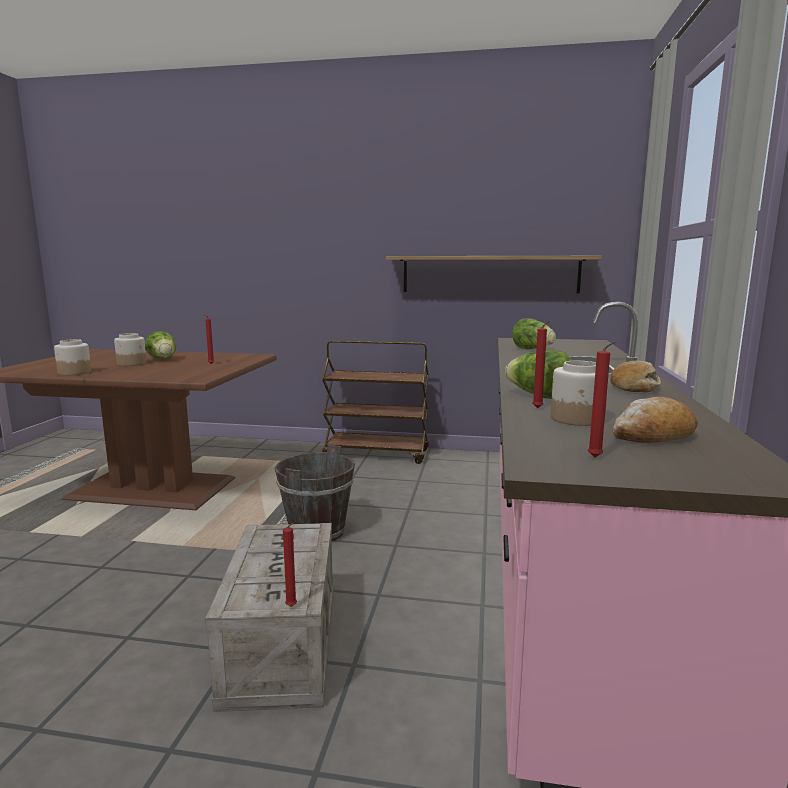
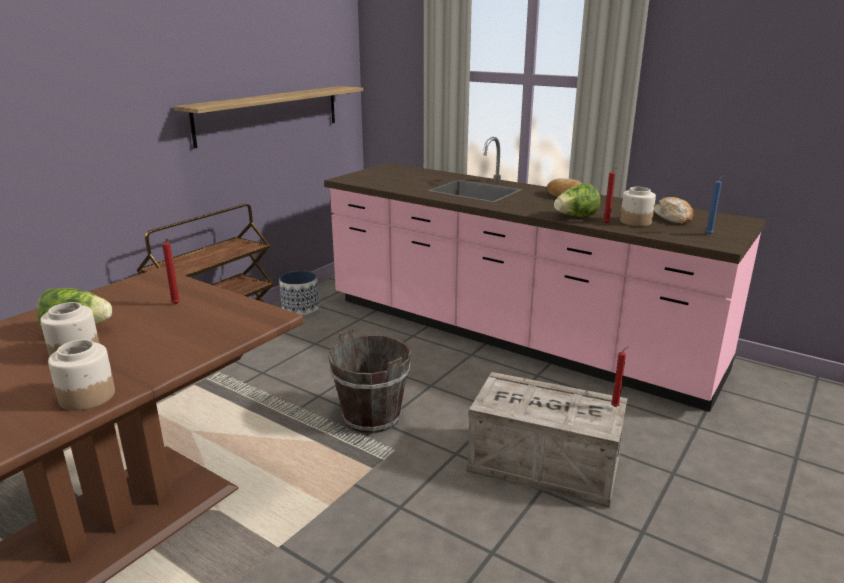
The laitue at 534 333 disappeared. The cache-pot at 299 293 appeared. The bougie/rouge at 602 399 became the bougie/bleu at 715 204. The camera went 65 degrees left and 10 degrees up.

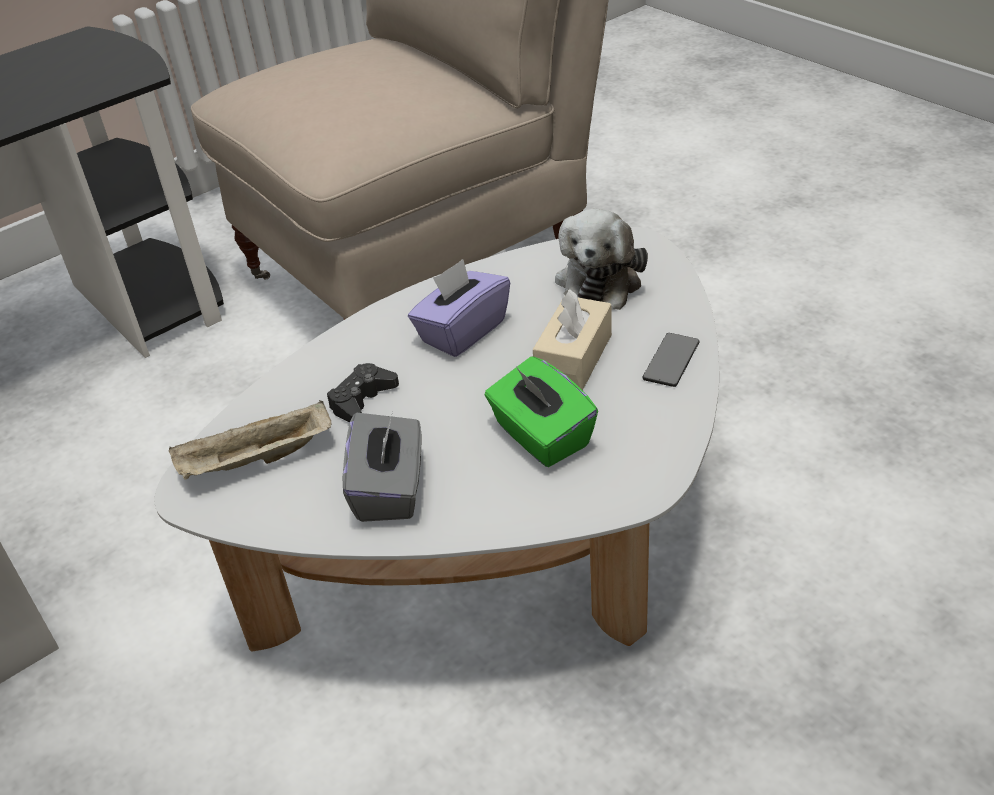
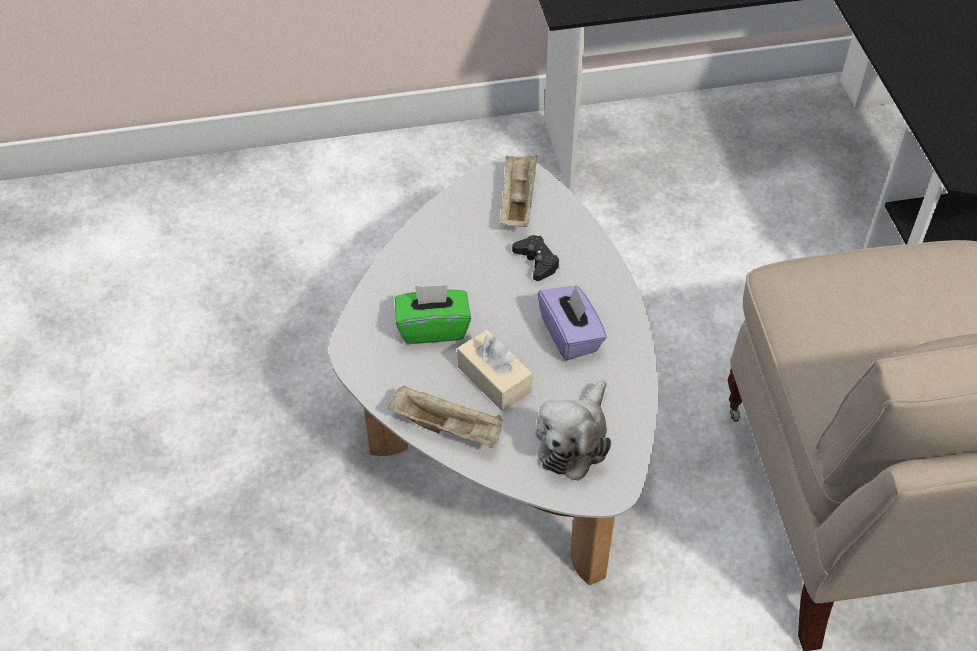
The boîte à mouchoirs/gris at 382 467 disappeared. The téléphone at 671 360 was replaced by the plateau/beige at 445 416. The peluche at 601 259 turned 105 degrees counterclockwise. The camera went 115 degrees right and 10 degrees up.

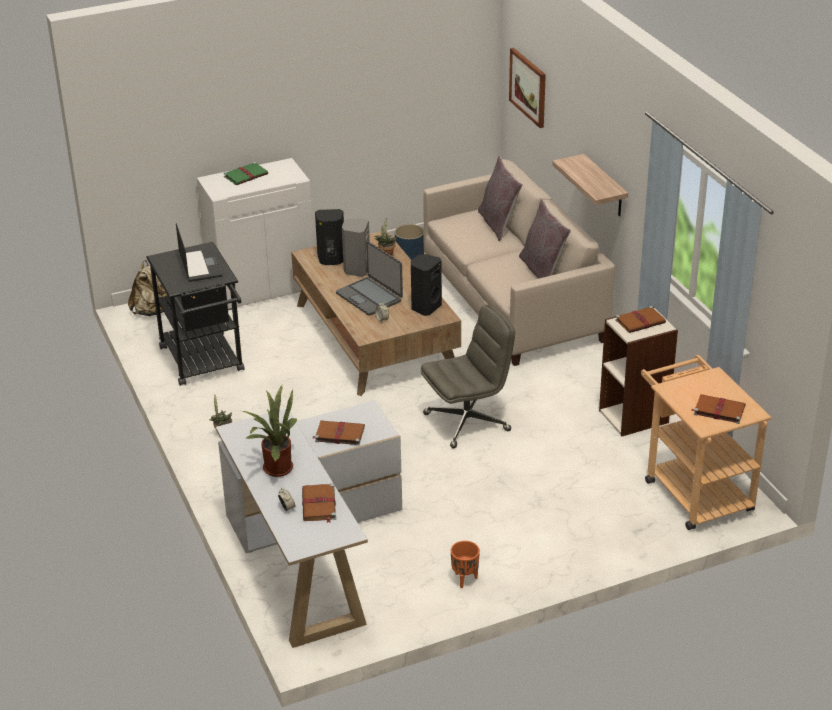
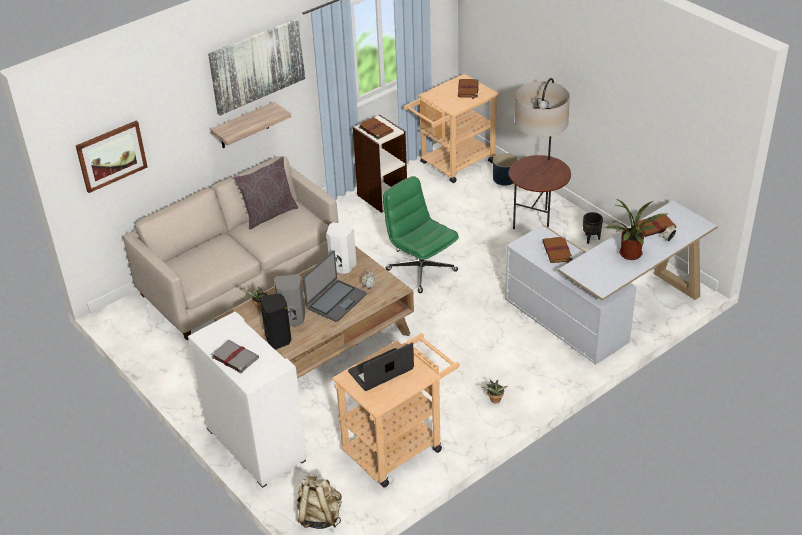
The coussin/gris at 500 198 disappeared. The tableau at 256 67 appeared. The lampadaire at 540 153 appeared. The cache-pot/bleu moved from 409 242 to 505 169. The chariot/noir at 195 314 became the chariot/beige at 396 410. The livre/vert at 246 173 became the livre/gris at 235 357. The enceinte/noir at 426 285 became the enceinte/blanc at 341 248. The chaise de bureau/gris at 468 376 became the chaise de bureau/vert at 421 234. The cache-pot/orange at 465 564 became the cache-pot/noir at 593 228. The camera went 105 degrees left and 5 degrees up.

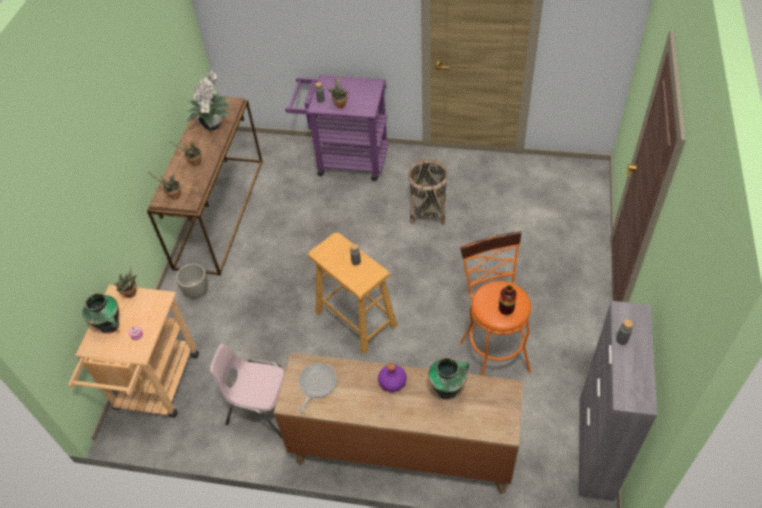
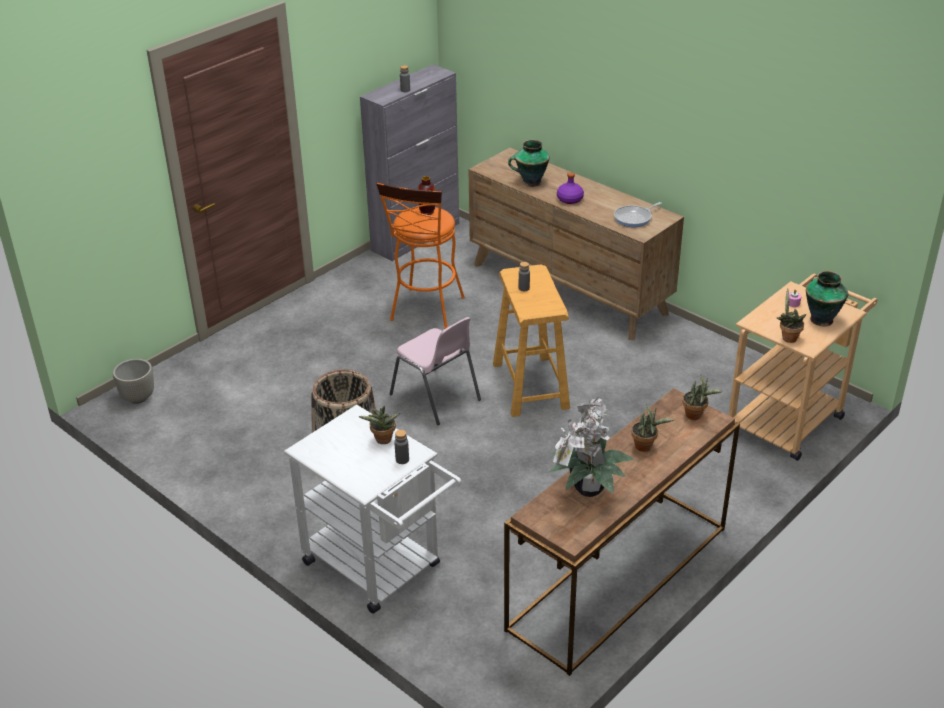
The cache-pot/gris moved from 192 281 to 133 381. The chaise/rose moved from 247 391 to 435 371. The chariot/violet at 337 128 became the chariot/blanc at 373 509. The camera went 150 degrees left and 15 degrees down.

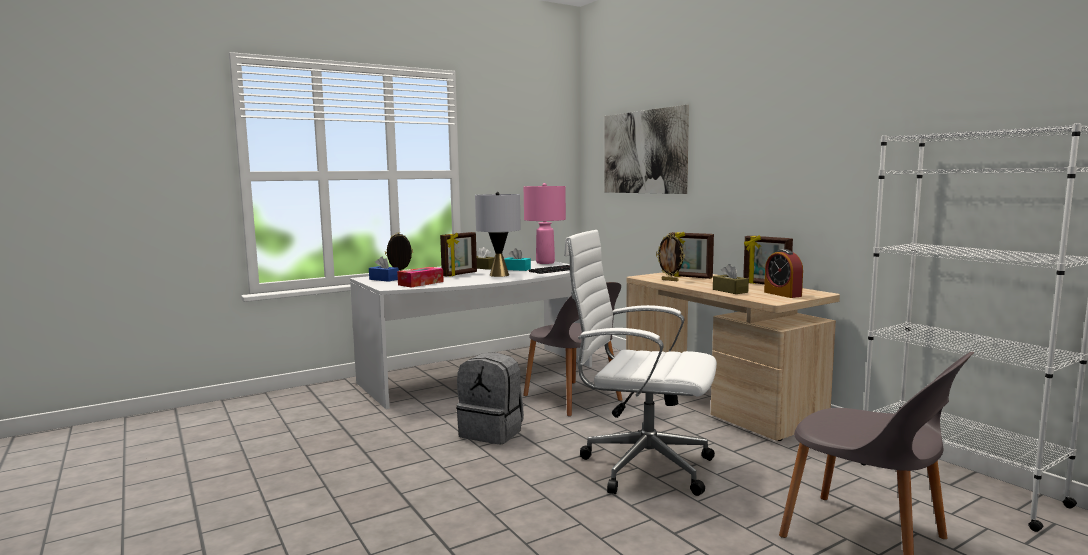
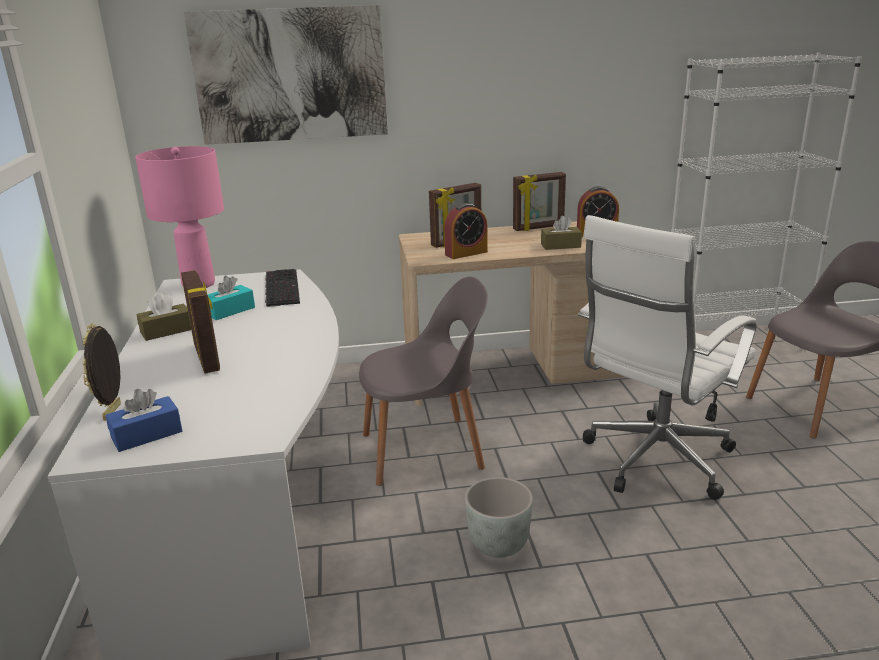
The boîte à mouchoirs at 420 277 disappeared. The lampe de table/gris at 498 234 disappeared. The sac à dos/gris at 490 398 was replaced by the cache-pot/gris at 499 517. The cadre photo at 670 257 was replaced by the réveil at 466 231. The camera went 65 degrees left and 15 degrees up.

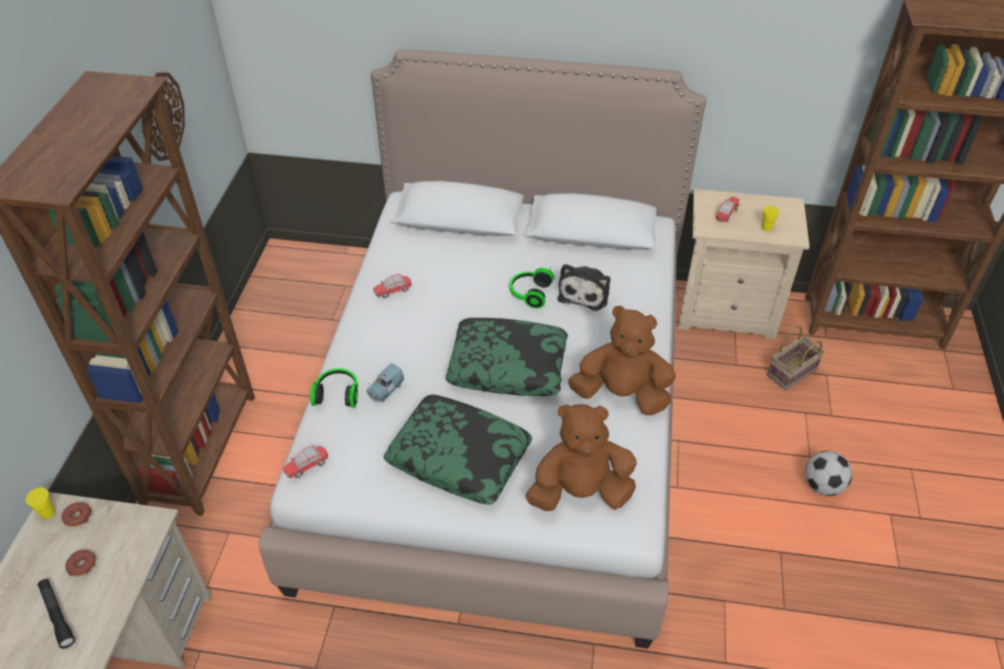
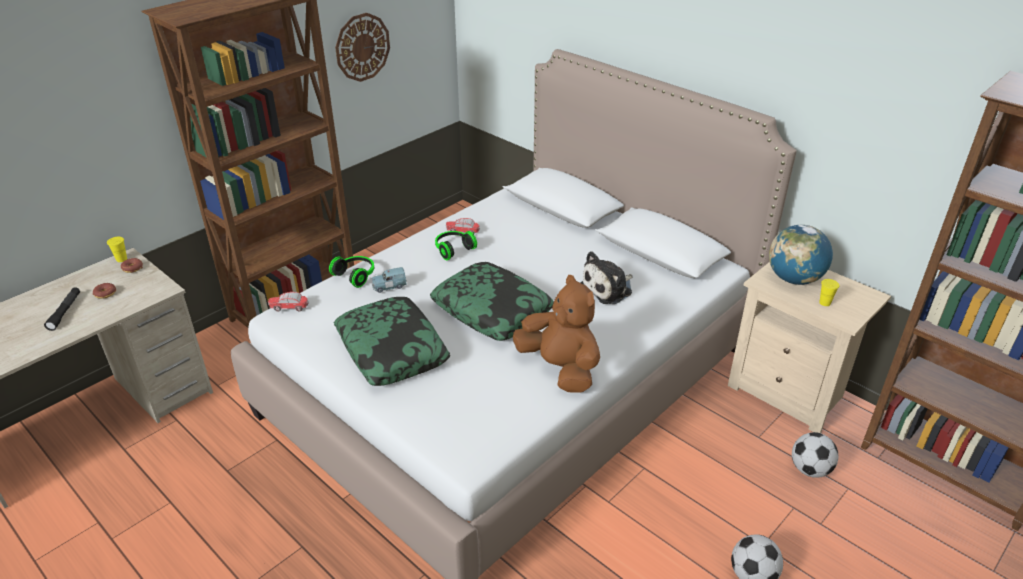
The peluche/marron at 581 457 disappeared. The casque audio moved from 532 287 to 456 245. The petite voiture at 727 209 was replaced by the globe at 801 255. The panier at 795 358 was replaced by the ballon de foot at 815 455. The camera went 35 degrees right and 10 degrees down.

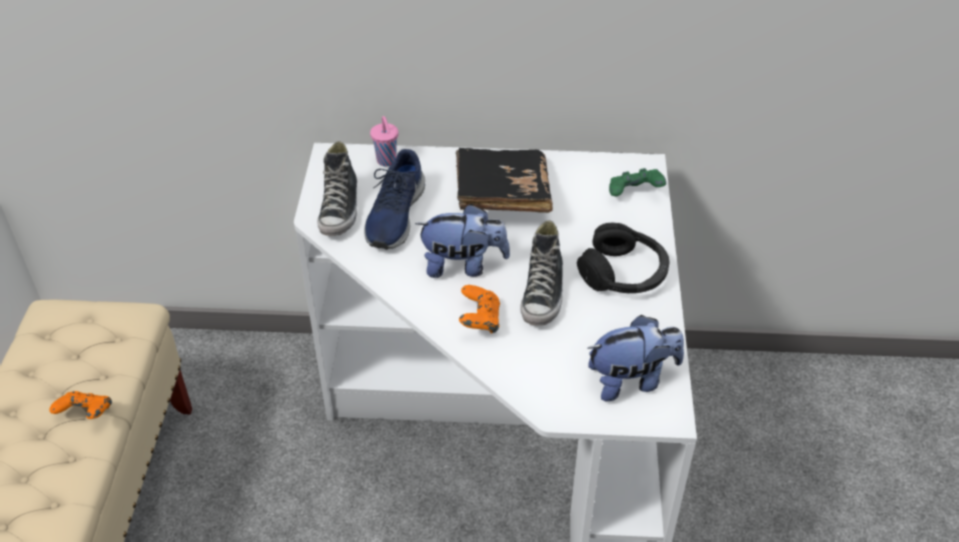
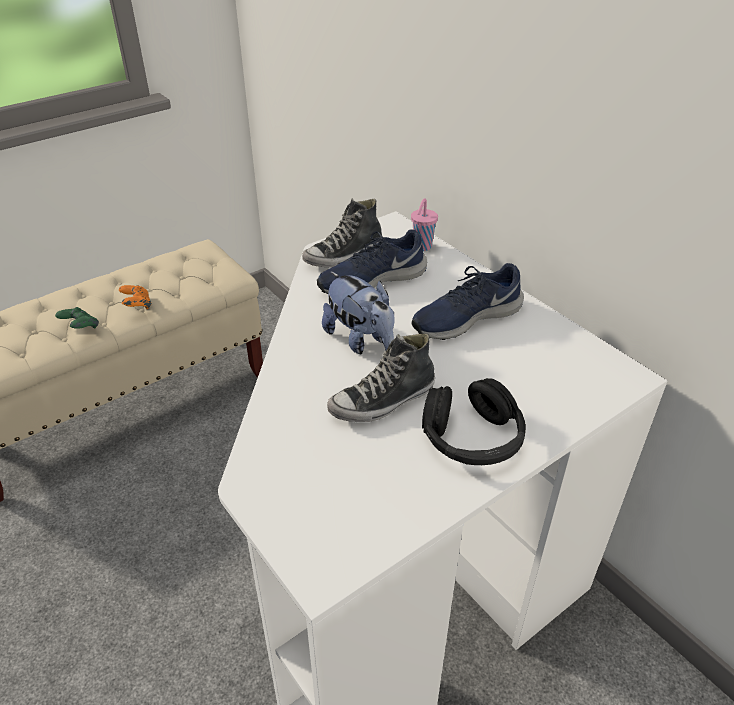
The manette/orange at 479 309 disappeared. The peluche at 635 358 disappeared. The manette/vert moved from 637 182 to 77 318. The livre/noir at 504 180 was replaced by the chaussure/bleu at 468 301. The camera went 50 degrees right and 5 degrees down.

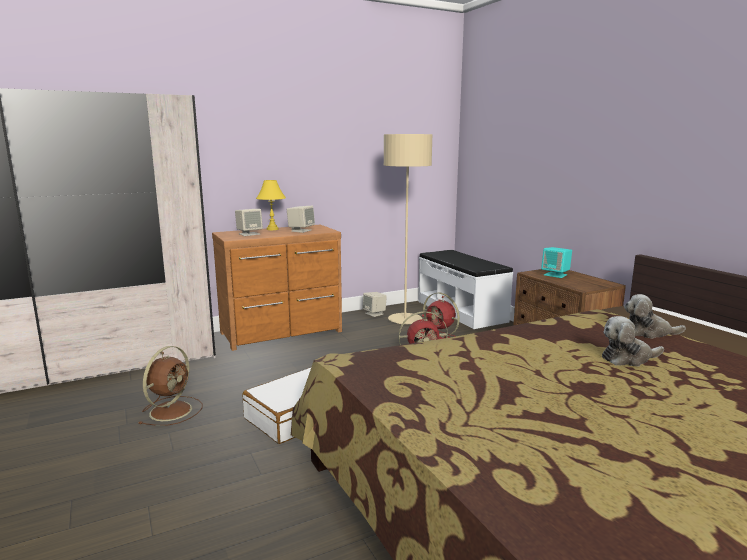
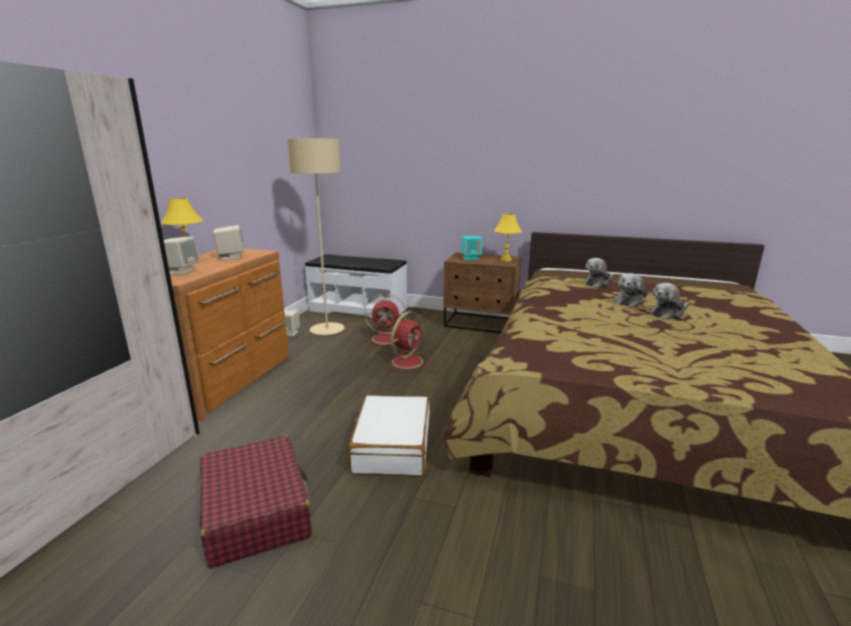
The lampe de table/jaune at 508 237 appeared. The peluche at 670 301 appeared. The ventilateur/marron at 170 386 was replaced by the valise/rouge at 256 501. The camera went 45 degrees left and 5 degrees up.

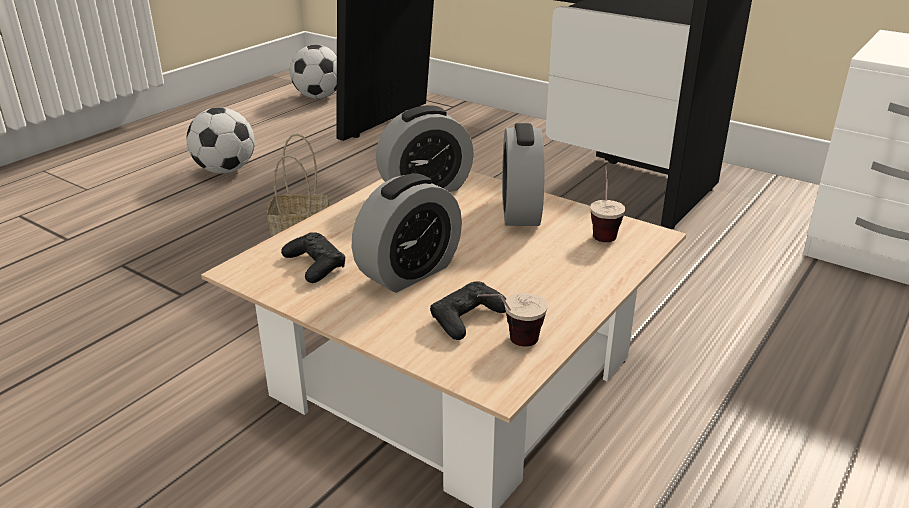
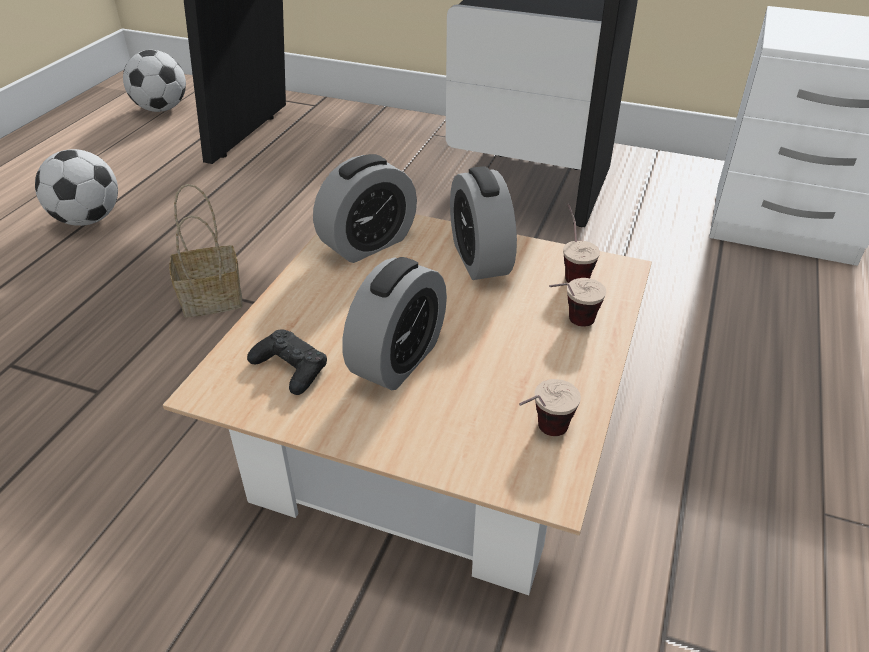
The manette/noir at 468 310 disappeared. The tasse at 577 302 appeared. The camera went 15 degrees left and 10 degrees up.

